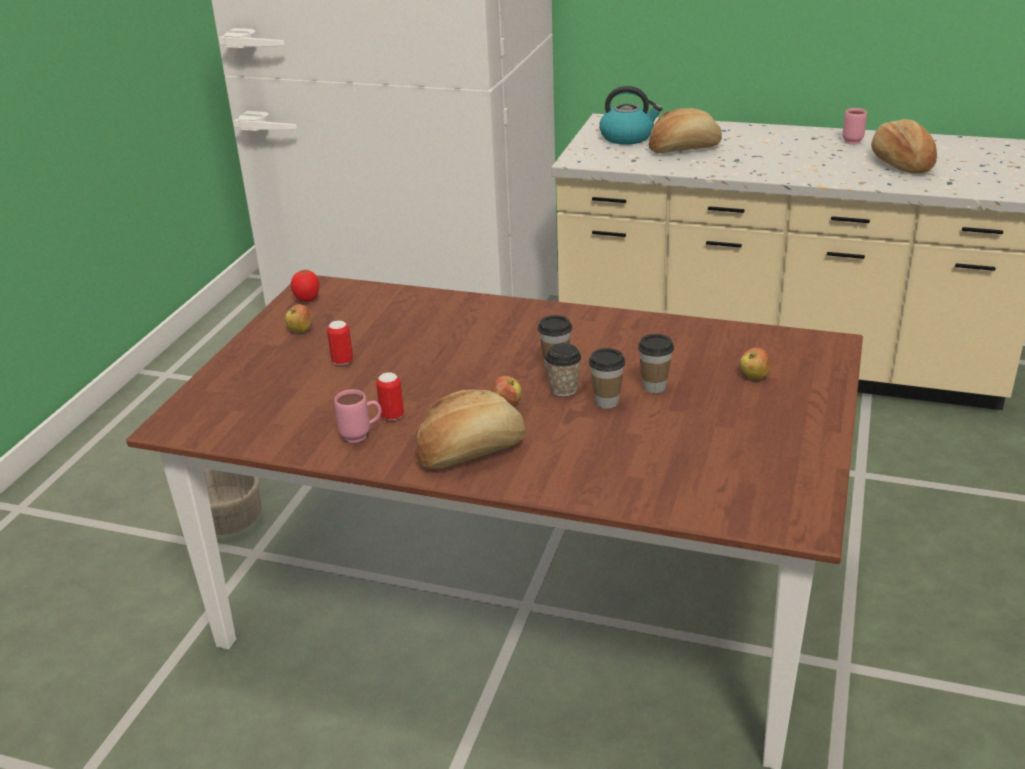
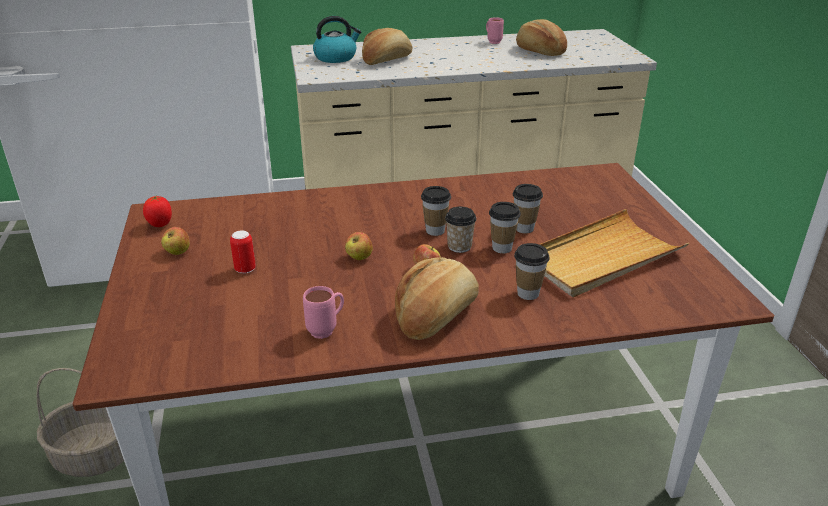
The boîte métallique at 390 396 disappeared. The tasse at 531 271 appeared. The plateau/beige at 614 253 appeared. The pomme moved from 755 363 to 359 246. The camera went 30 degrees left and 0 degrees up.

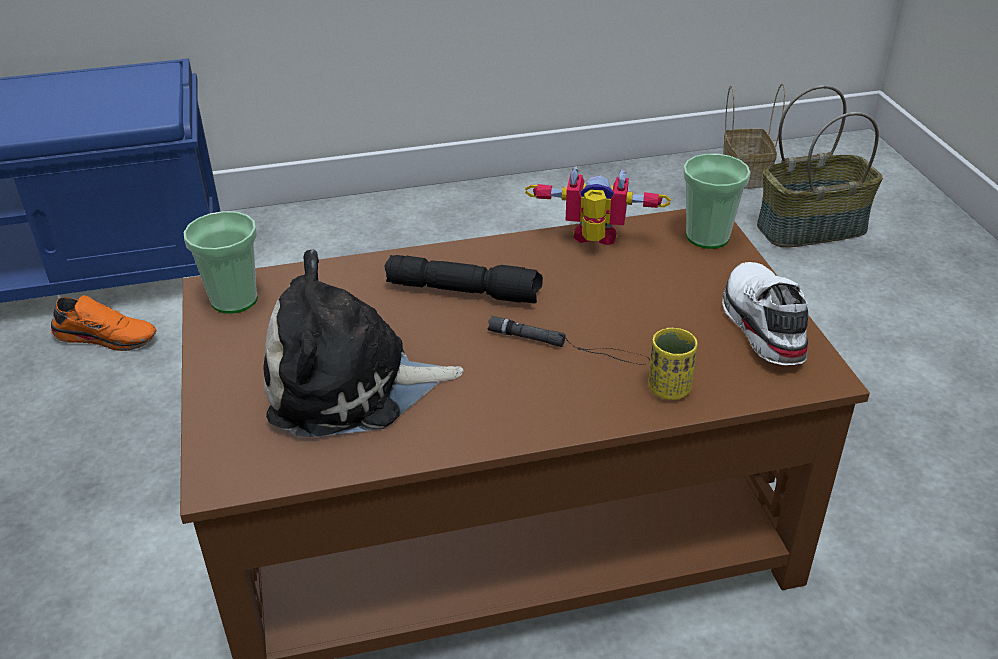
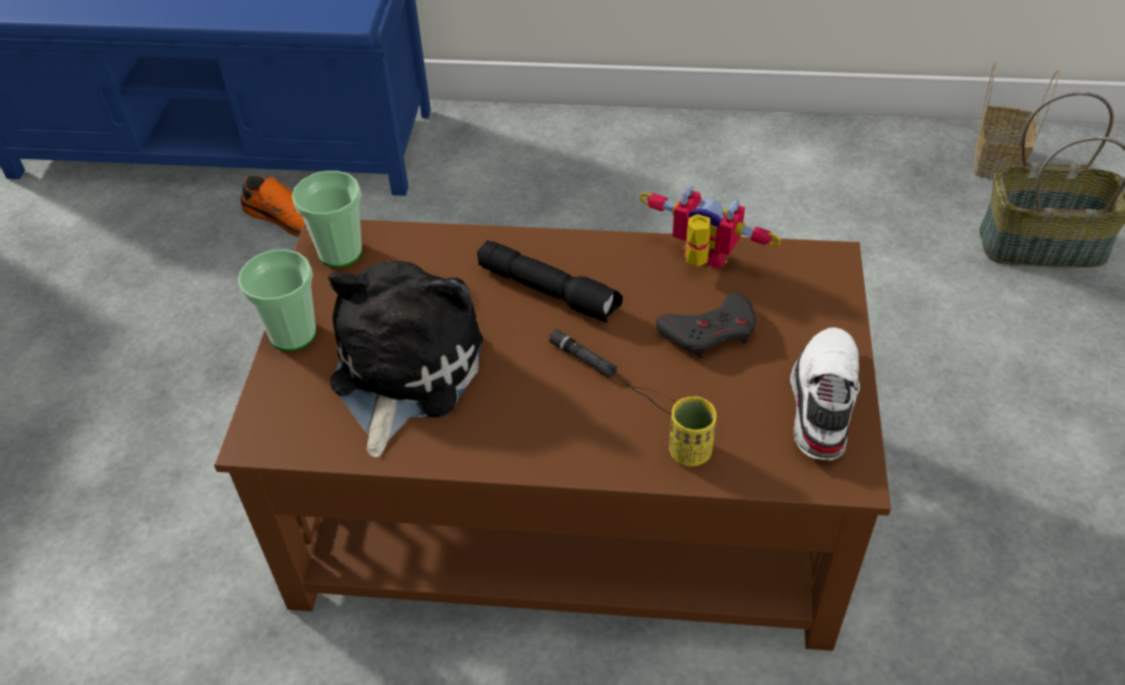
The manette/gris at 706 326 appeared. The tasse moved from 717 201 to 277 300. The peluche at 364 343 turned 90 degrees clockwise. The camera went 20 degrees right and 10 degrees up.

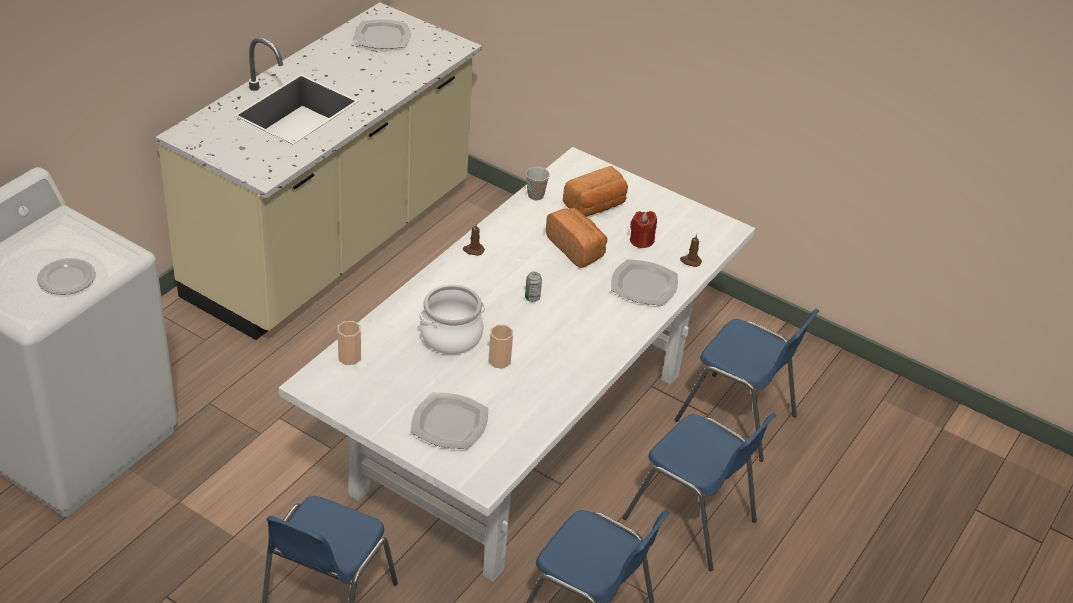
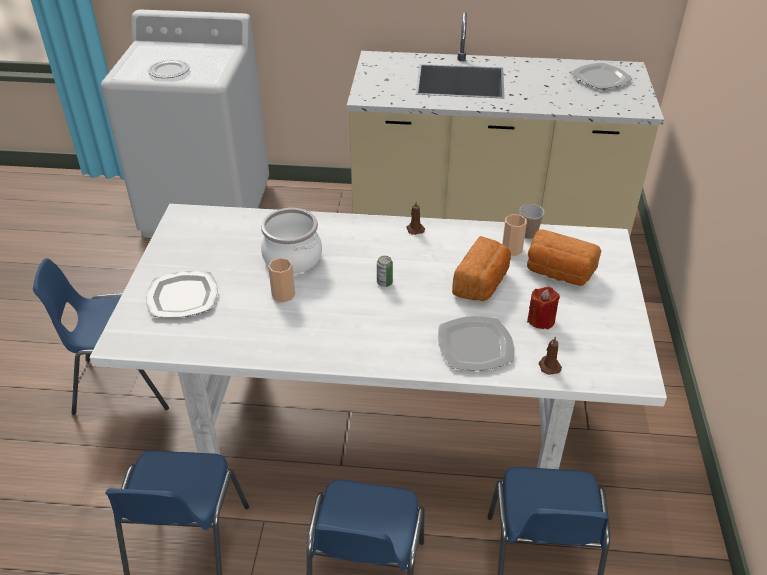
The tasse moved from 349 343 to 514 235. The camera went 65 degrees right and 0 degrees up.

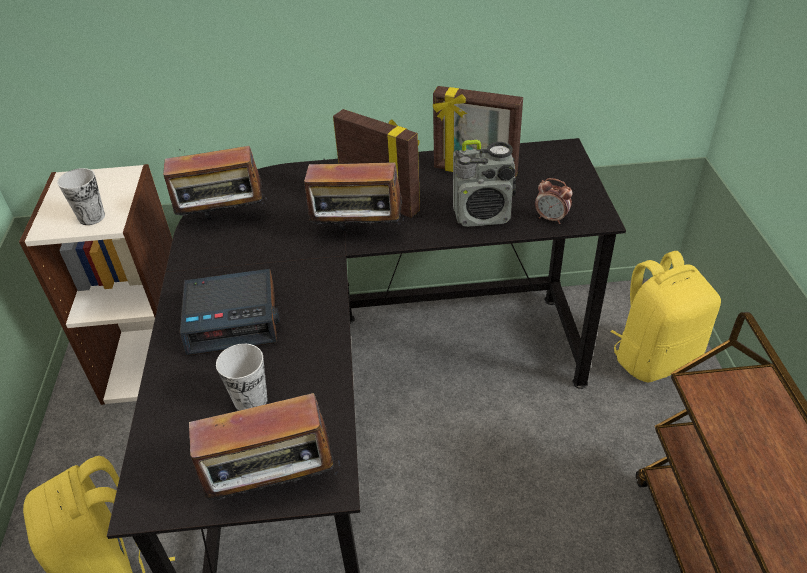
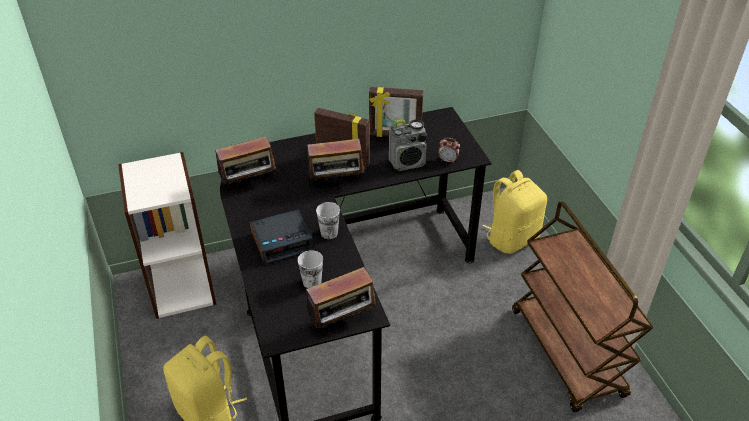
The tasse moved from 81 196 to 328 220. The camera went 15 degrees left and 0 degrees up.

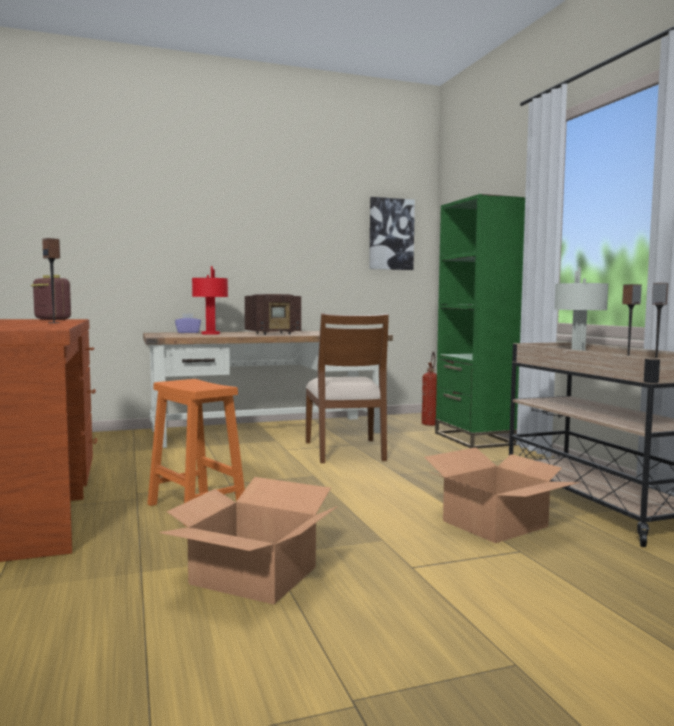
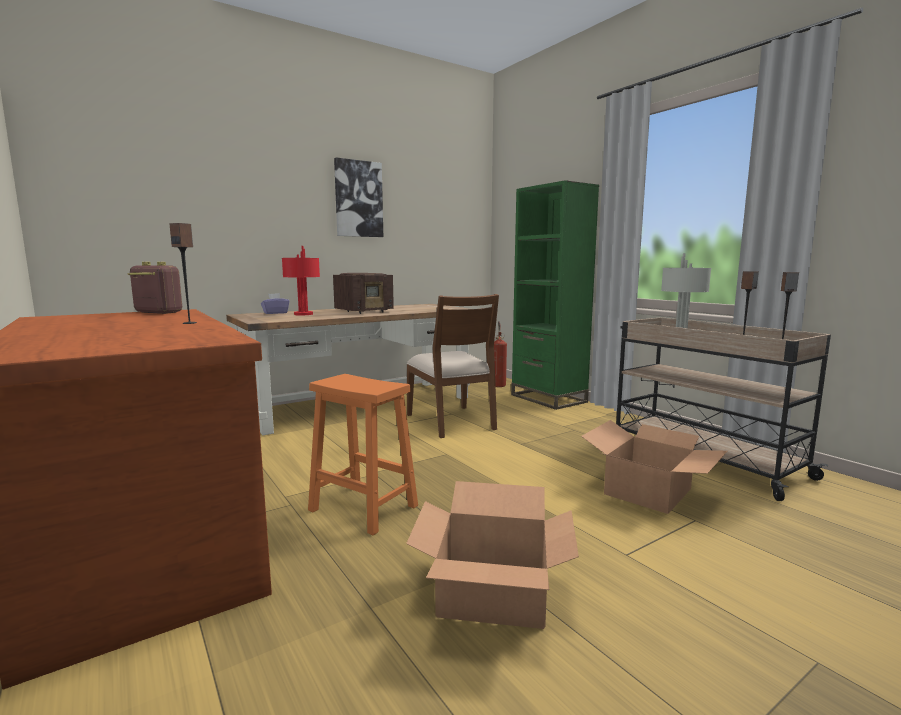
The tableau moved from 392 233 to 358 197. The camera went 15 degrees left and 5 degrees up.

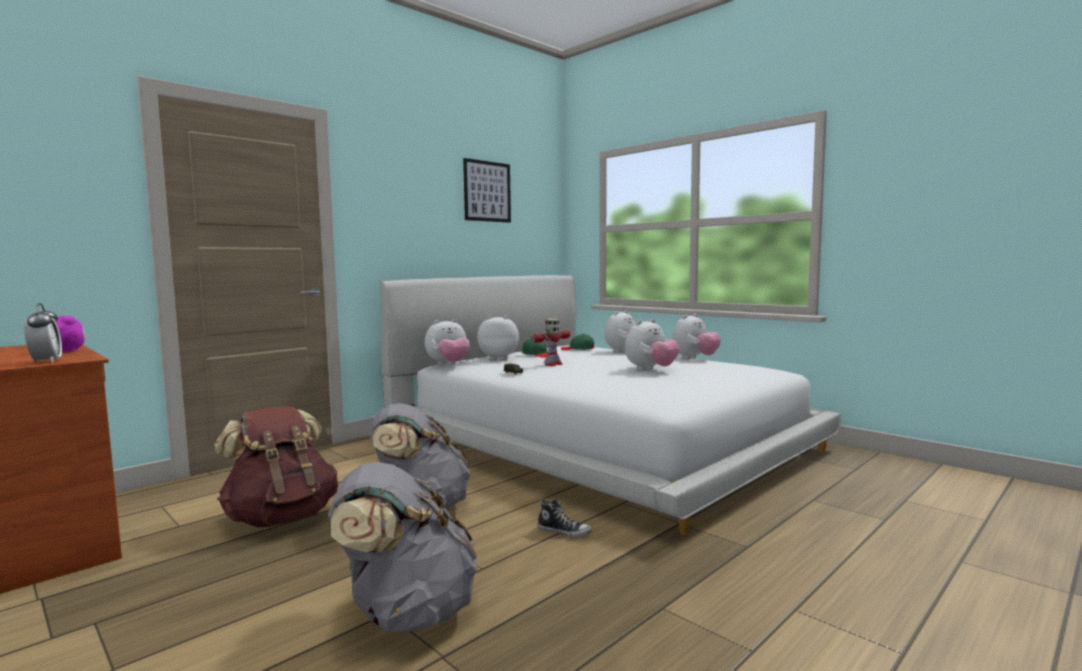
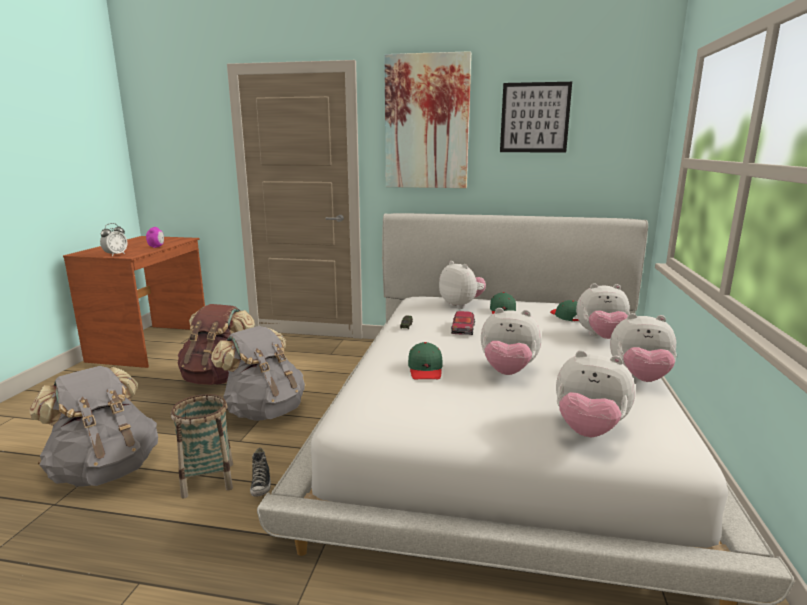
The panier at 202 446 appeared. The tableau at 427 119 appeared. The casquette/vert at 425 361 appeared. The peluche moved from 447 342 to 596 393. The robot jouet at 551 342 was replaced by the petite voiture at 463 323. The camera went 55 degrees right and 10 degrees up.

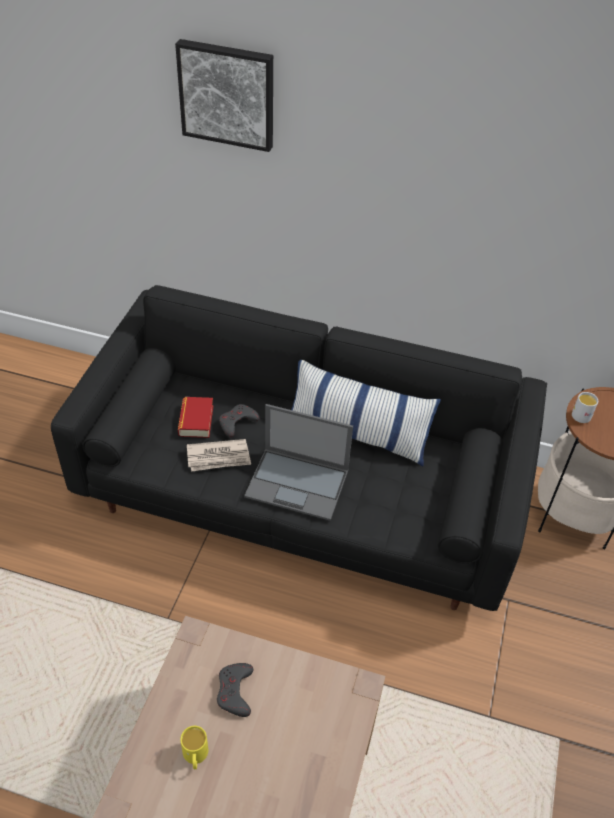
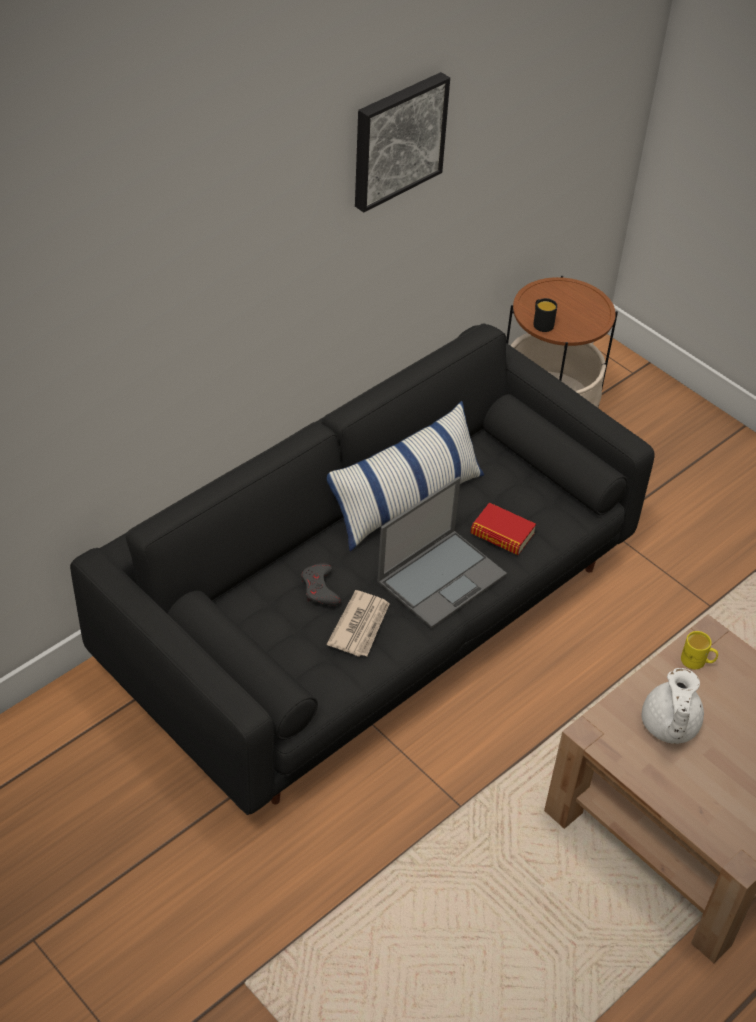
The tableau moved from 224 95 to 402 142. The livre moved from 195 417 to 503 528. The mug/jaune moved from 194 747 to 699 650. The manette/gris at 235 690 was replaced by the théière/blanc at 672 706. The mug/blanc at 585 407 became the mug/noir at 545 315. The camera went 60 degrees left and 0 degrees up.

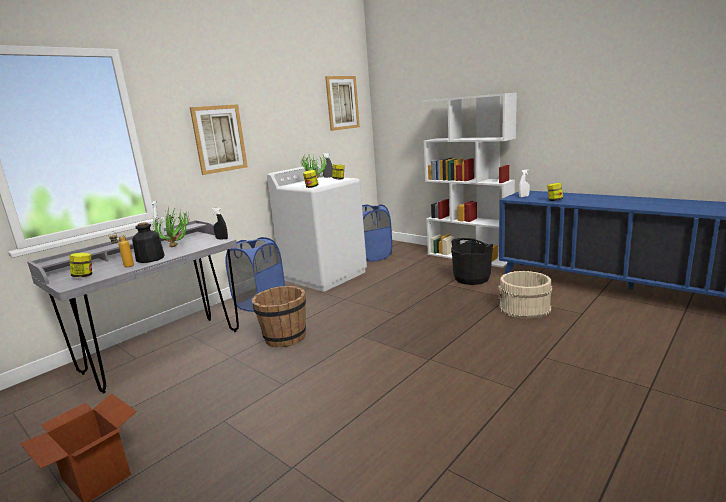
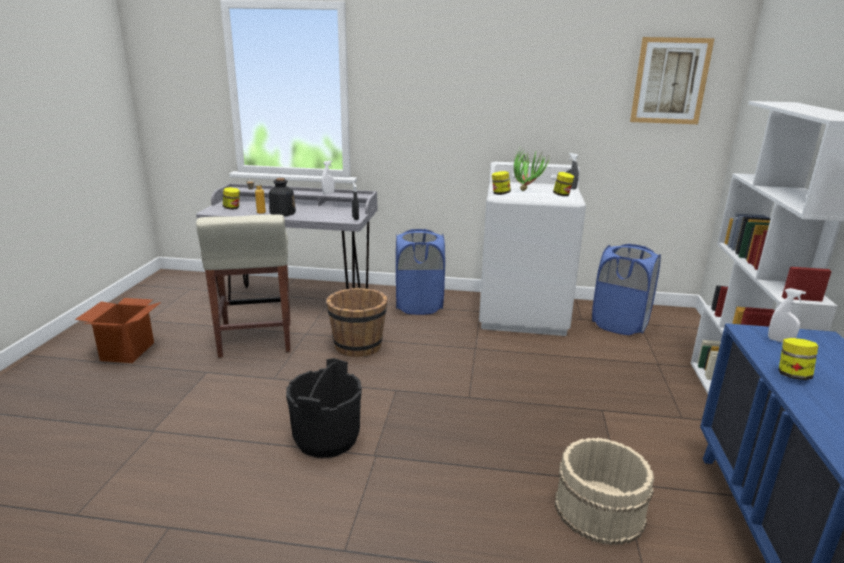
The plante en pot at 171 227 disappeared. The tableau at 219 139 disappeared. The tabouret/beige at 243 286 appeared. The seau/noir moved from 472 261 to 324 408. The camera went 55 degrees right and 5 degrees up.

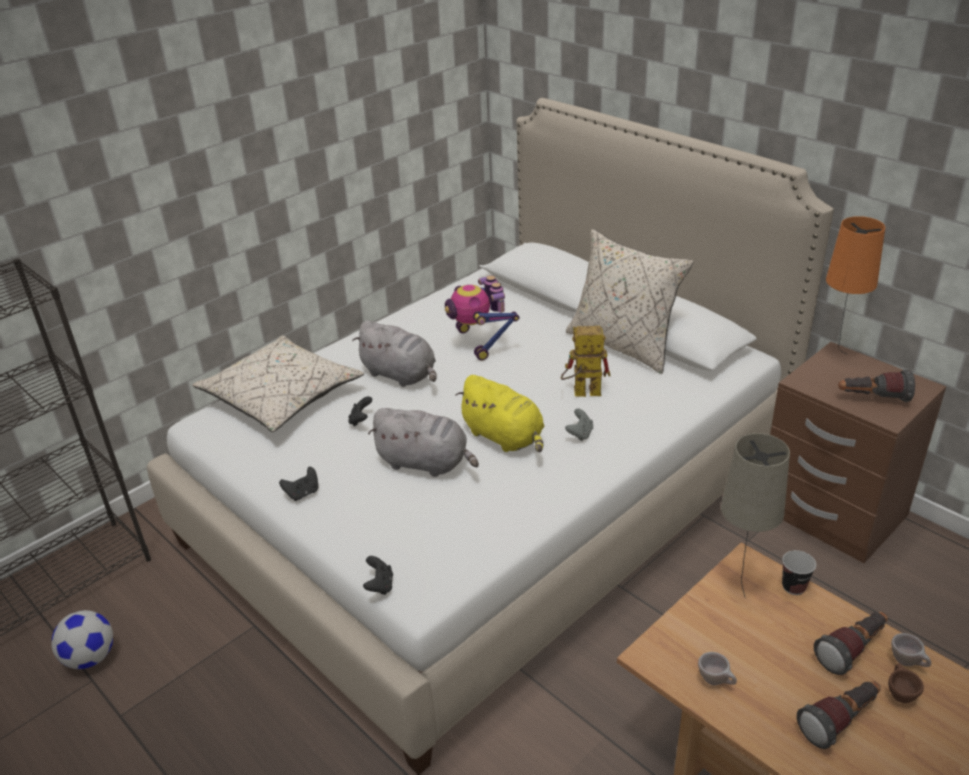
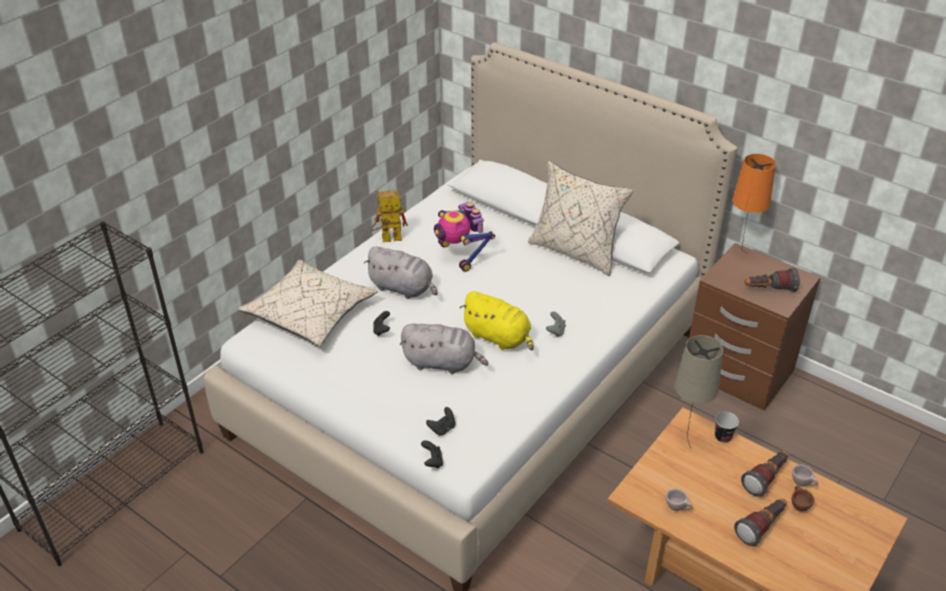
The ballon de foot at 82 639 disappeared. The manette/noir moved from 298 484 to 441 421. The robot jouet moved from 586 361 to 389 216. The camera went 10 degrees left and 5 degrees up.

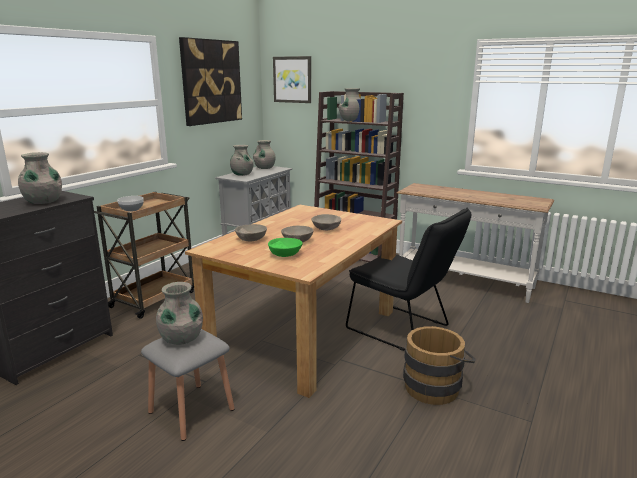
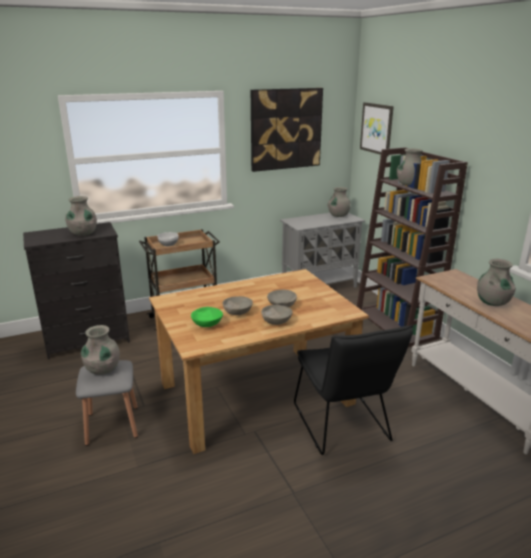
The seau/marron at 439 365 disappeared. The vase/gris moved from 242 160 to 496 282. The bol/gris moved from 251 233 to 277 315. The camera went 35 degrees right and 5 degrees up.

